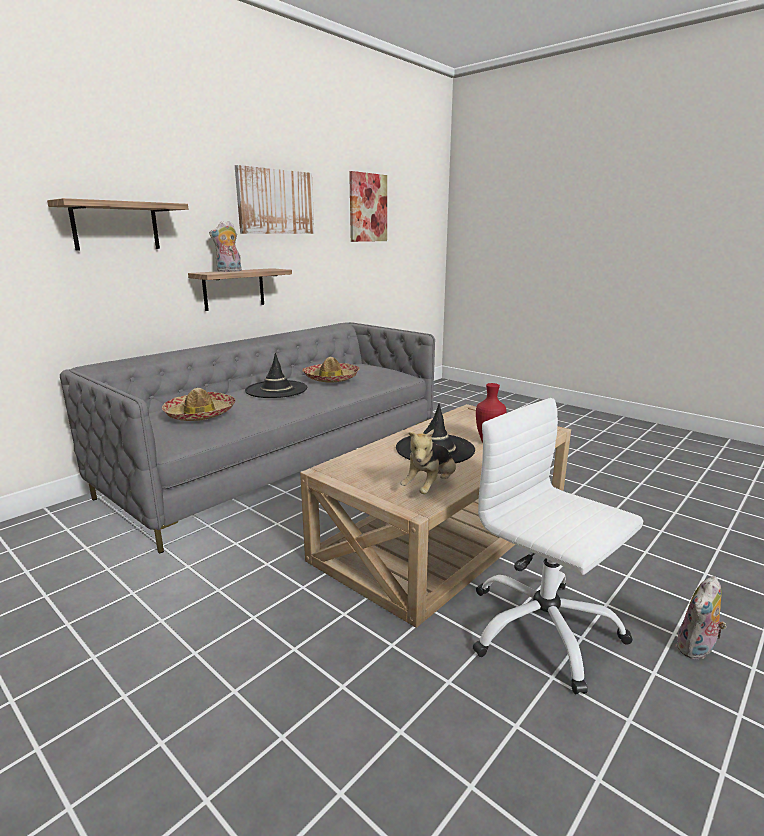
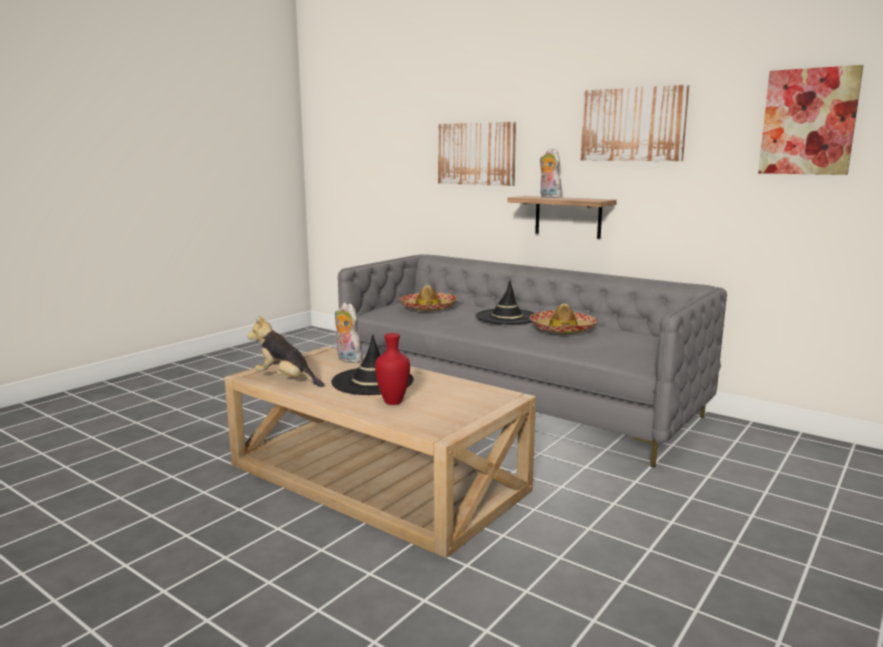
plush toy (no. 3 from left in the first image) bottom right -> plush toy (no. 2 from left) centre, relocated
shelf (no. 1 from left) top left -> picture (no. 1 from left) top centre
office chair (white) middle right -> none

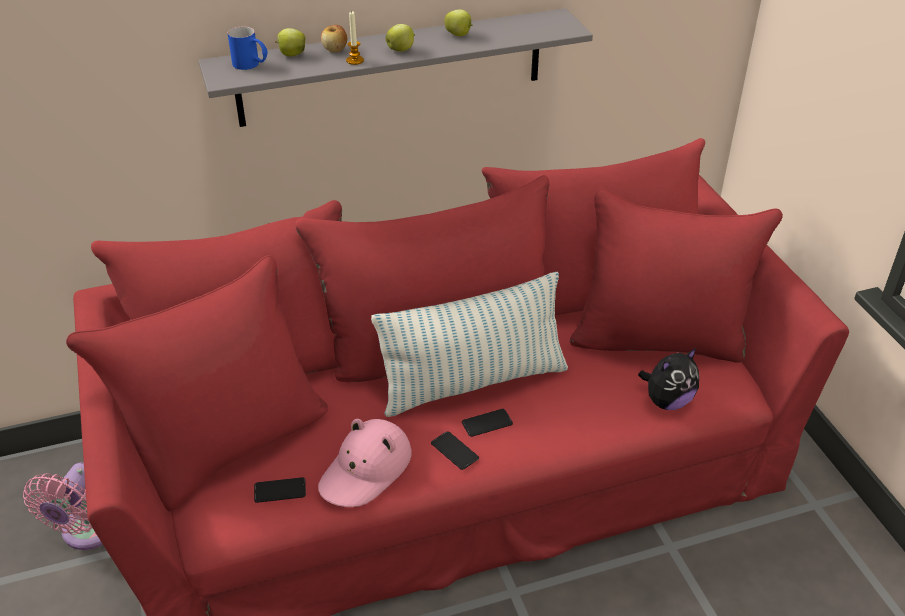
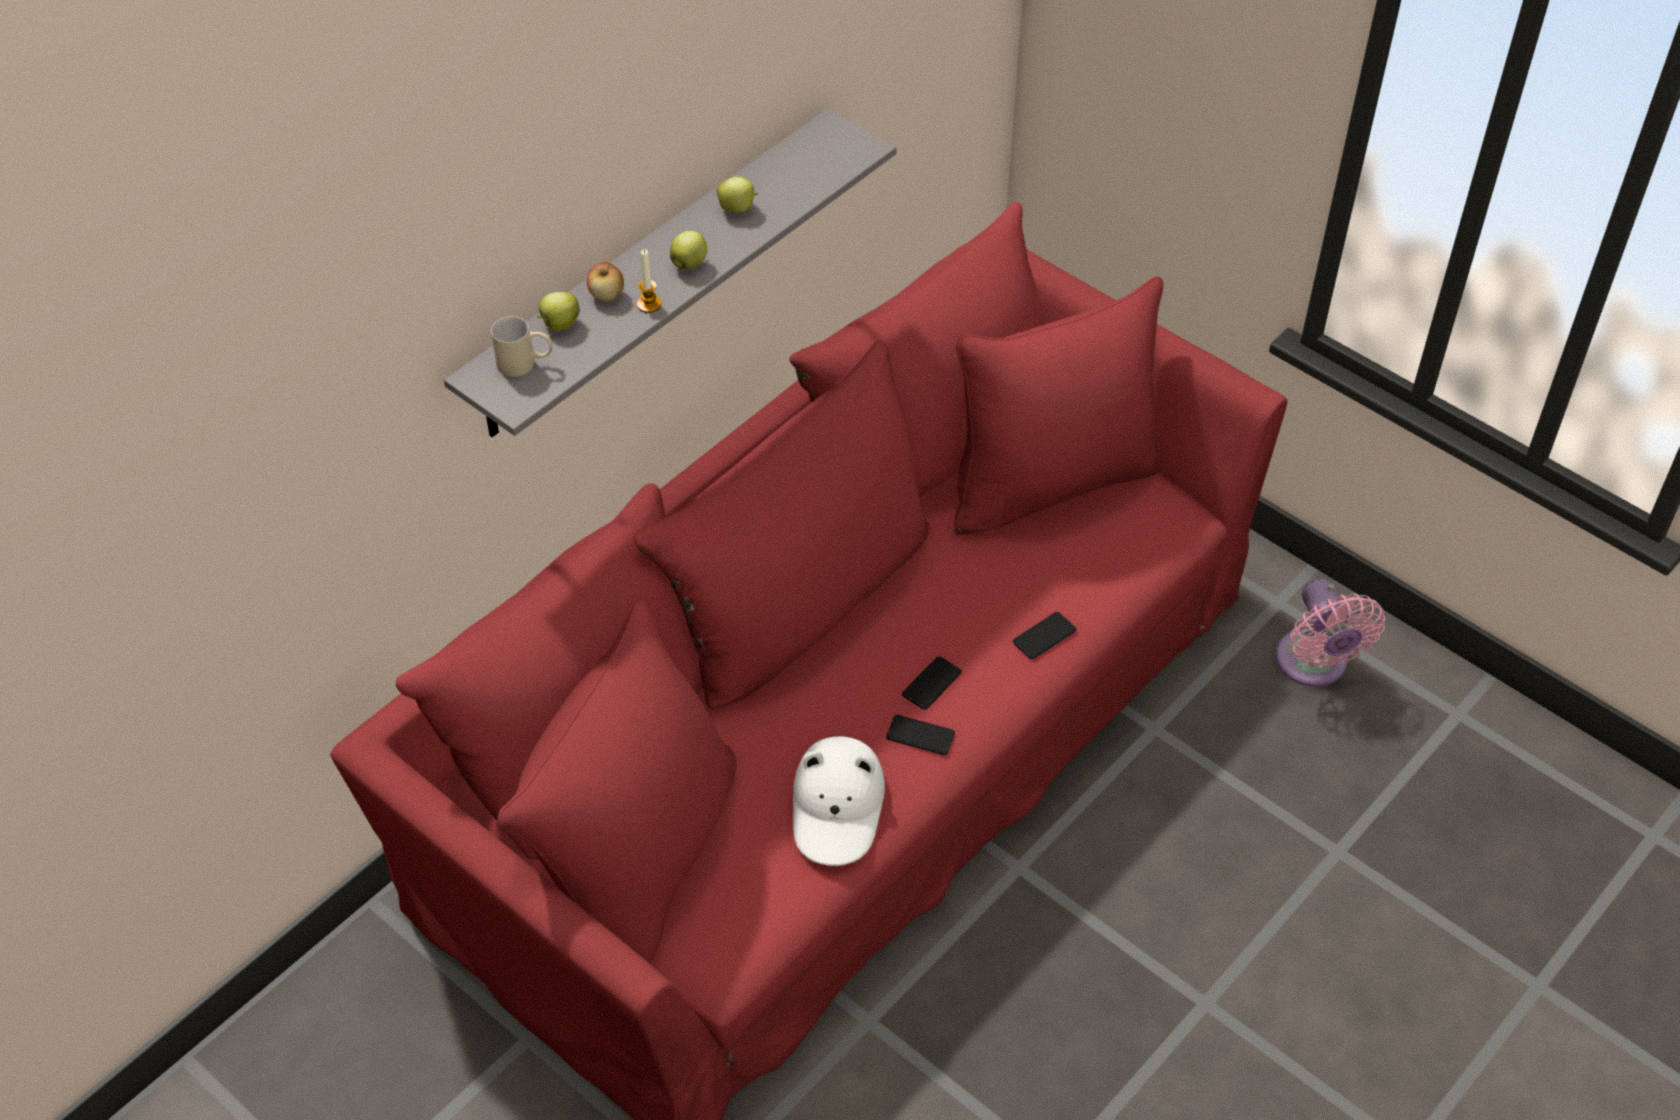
mug (blue) top left -> mug (beige) top left
hat (pink) bottom centre -> hat (white) bottom centre
phone (no. 1 from left in the first image) bottom left -> phone (no. 3 from left) centre, relocated
fan (pink) bottom left -> fan (pink) middle right, relocated
pillow centre -> none
plush toy middle right -> none

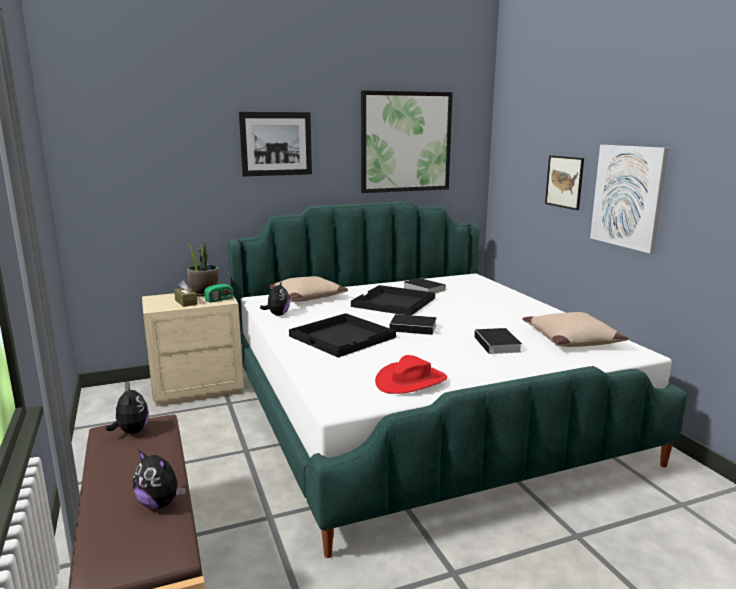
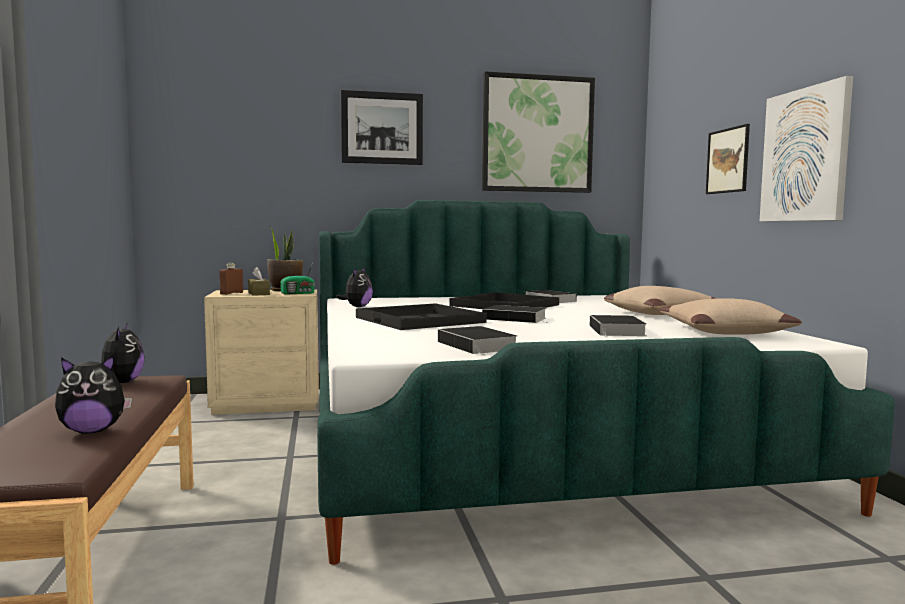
plush toy (no. 2 from left in the first image) bottom left -> plush toy (no. 1 from left) middle left, 60 degrees counterclockwise
none -> bottle (brown) middle left
hat (red) centre -> book (no. 1 from left) centre
pillow (beige) (no. 1 from left) centre -> pillow (beige) (no. 1 from left) middle right, relocated

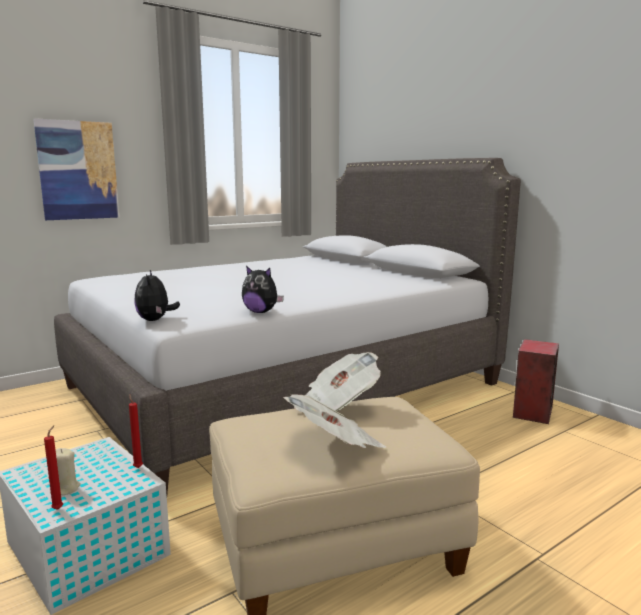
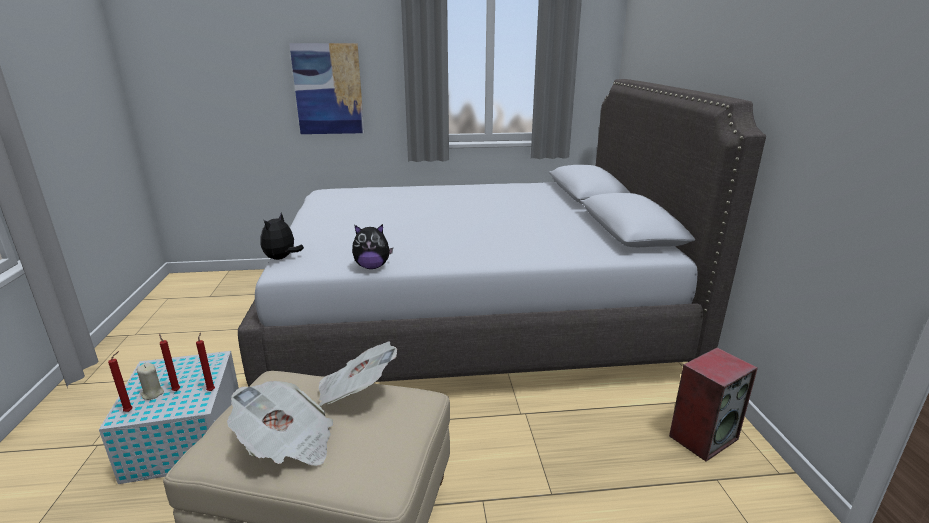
none -> candle (red) (no. 2 from left) bottom left
plush toy (no. 2 from left) centre, 60 degrees counterclockwise

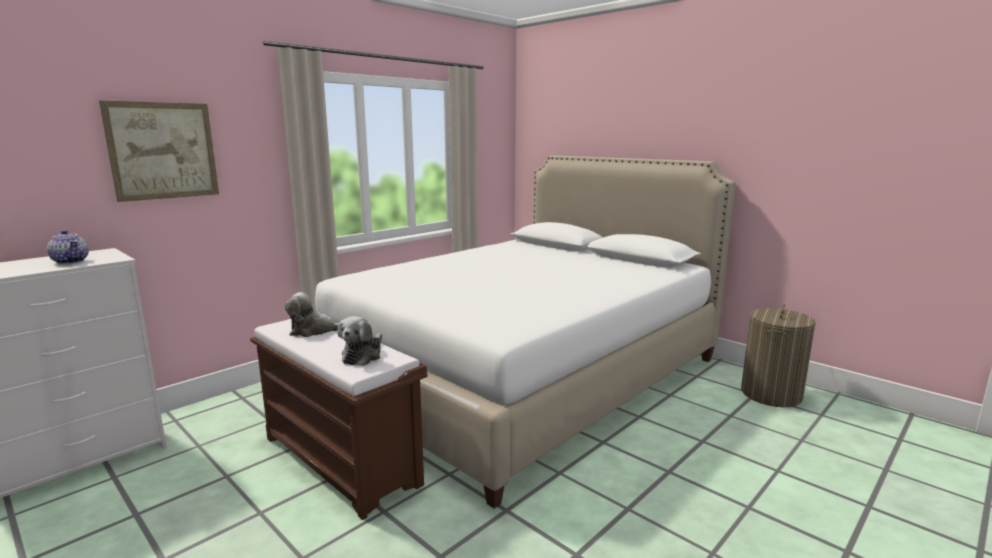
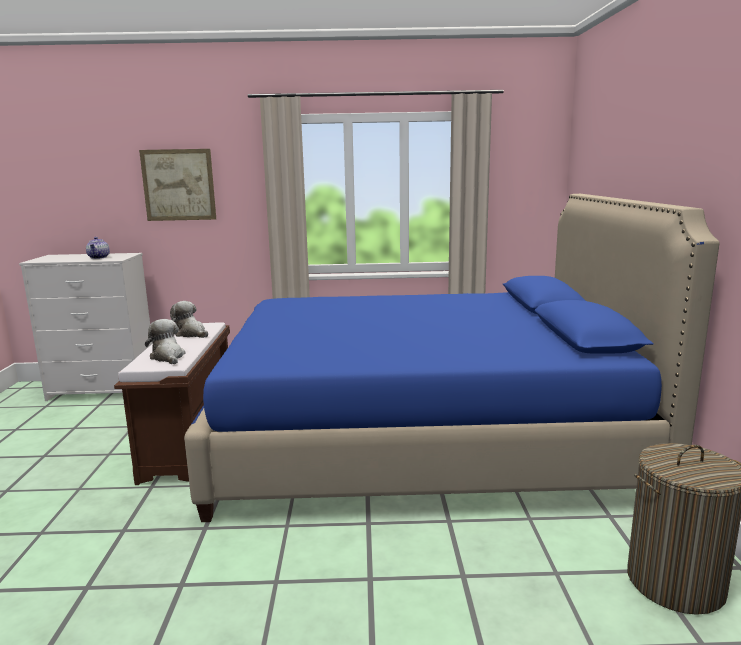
plush toy (no. 2 from left in the first image) centre -> plush toy (no. 1 from left) middle left, 90 degrees clockwise
bed (white) centre -> bed (blue) centre

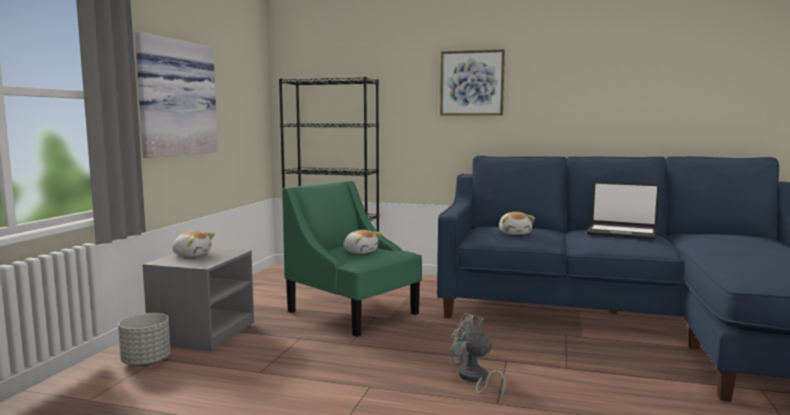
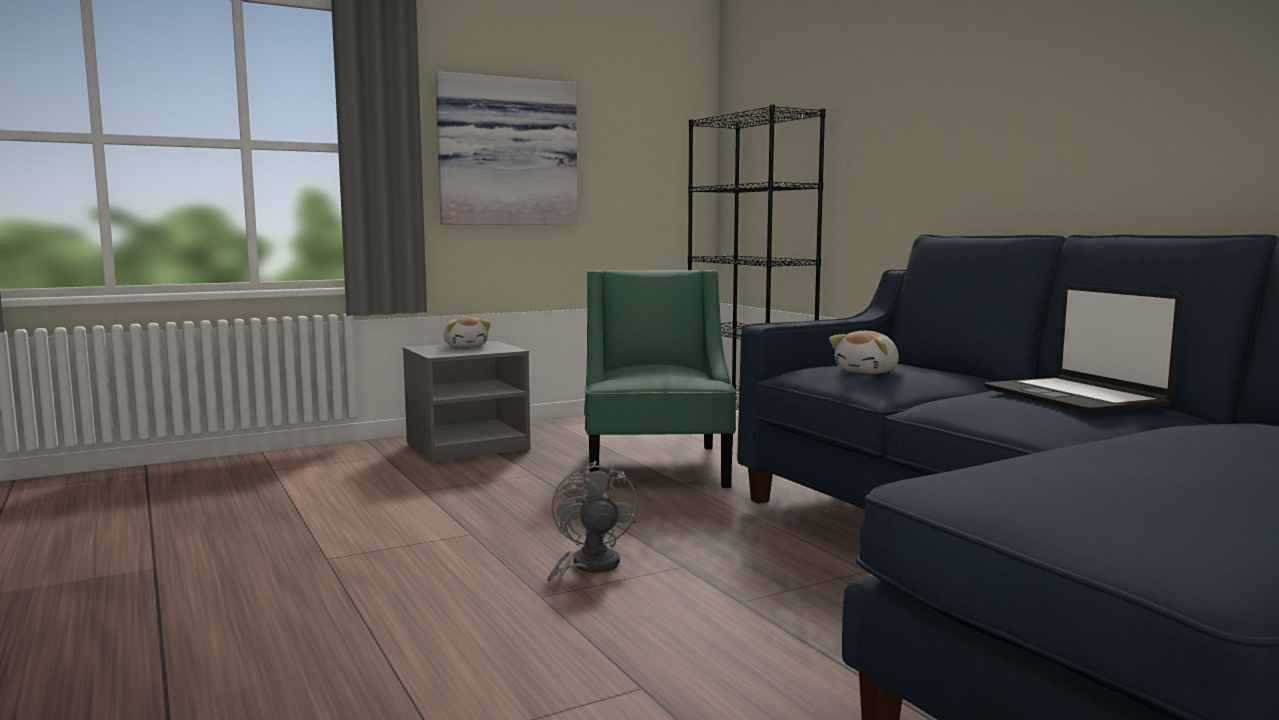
planter (grey) bottom left -> none
plush toy (no. 2 from left) centre -> none
picture (no. 2 from left) top centre -> none

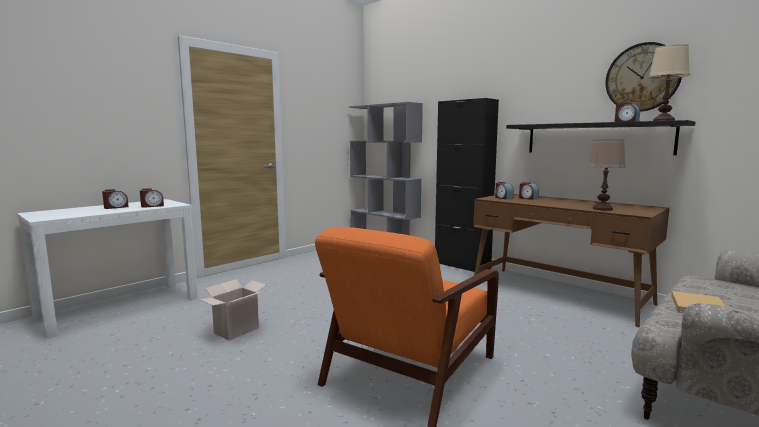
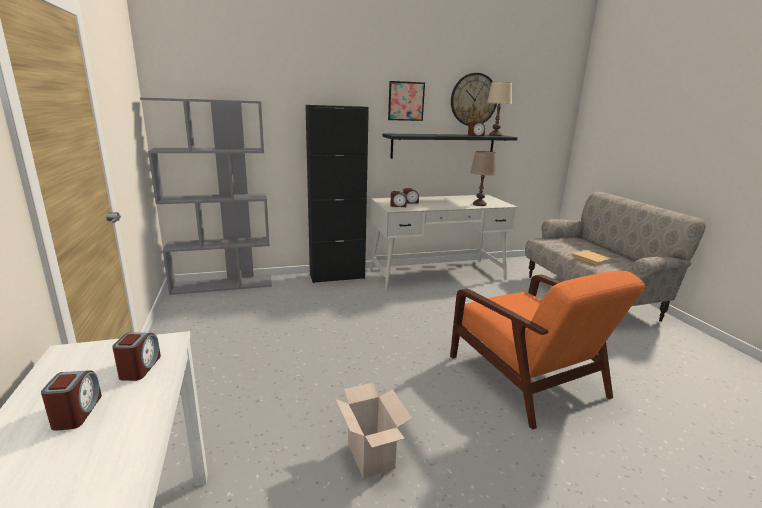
desk (brown) middle right -> desk (white) centre
none -> picture top centre

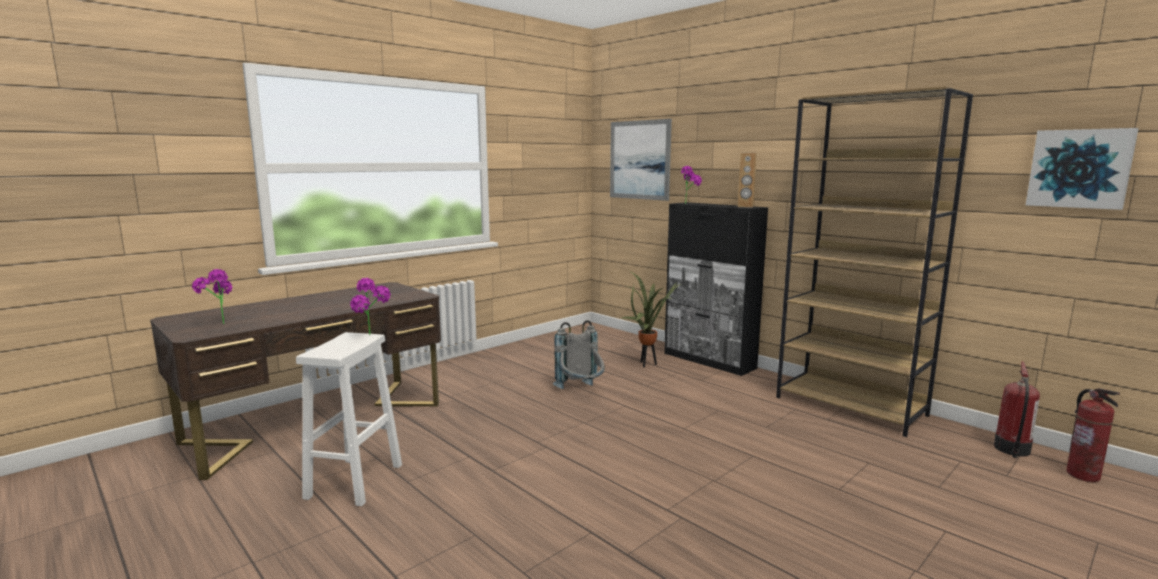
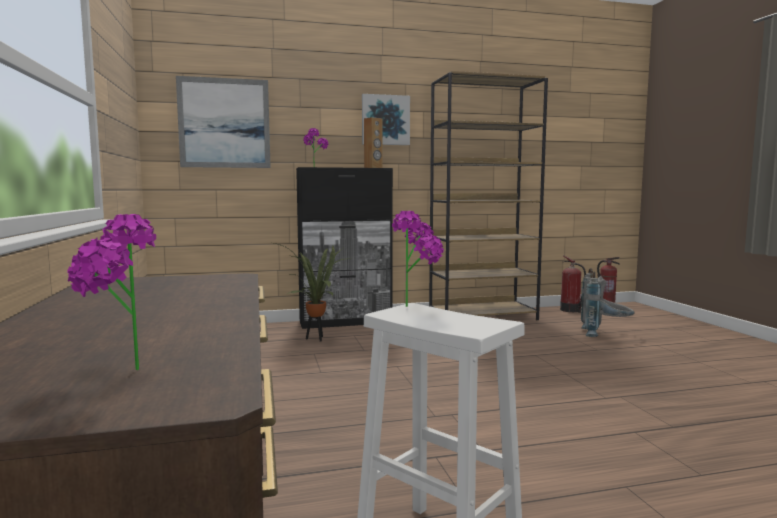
picture (no. 2 from left) top right -> picture (no. 2 from left) top centre, relocated
backpack (grey) centre -> backpack (grey) middle right, relocated

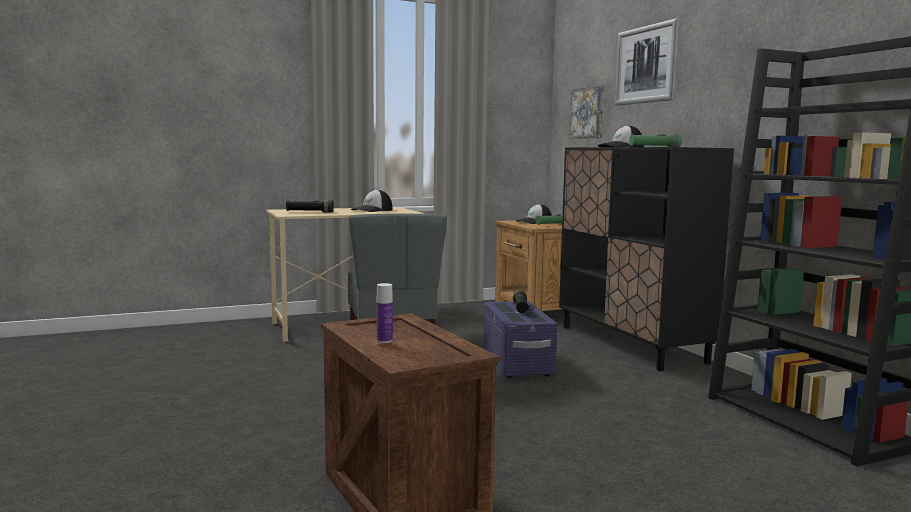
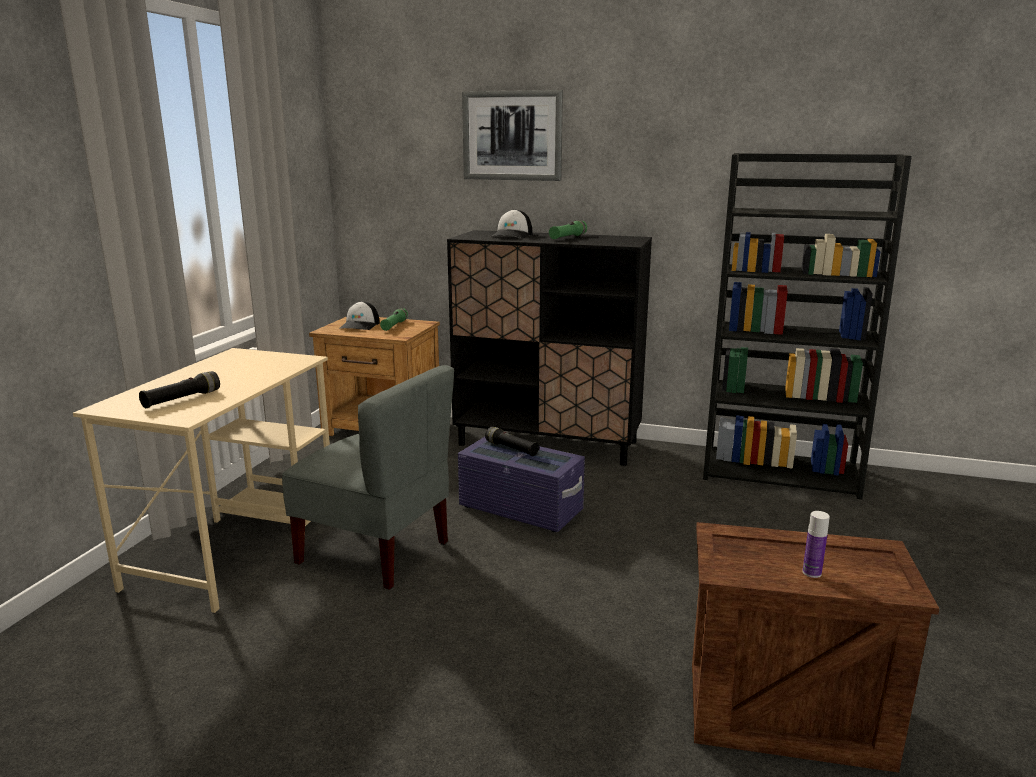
cap (no. 1 from left) centre -> none
picture (no. 1 from left) top centre -> none

